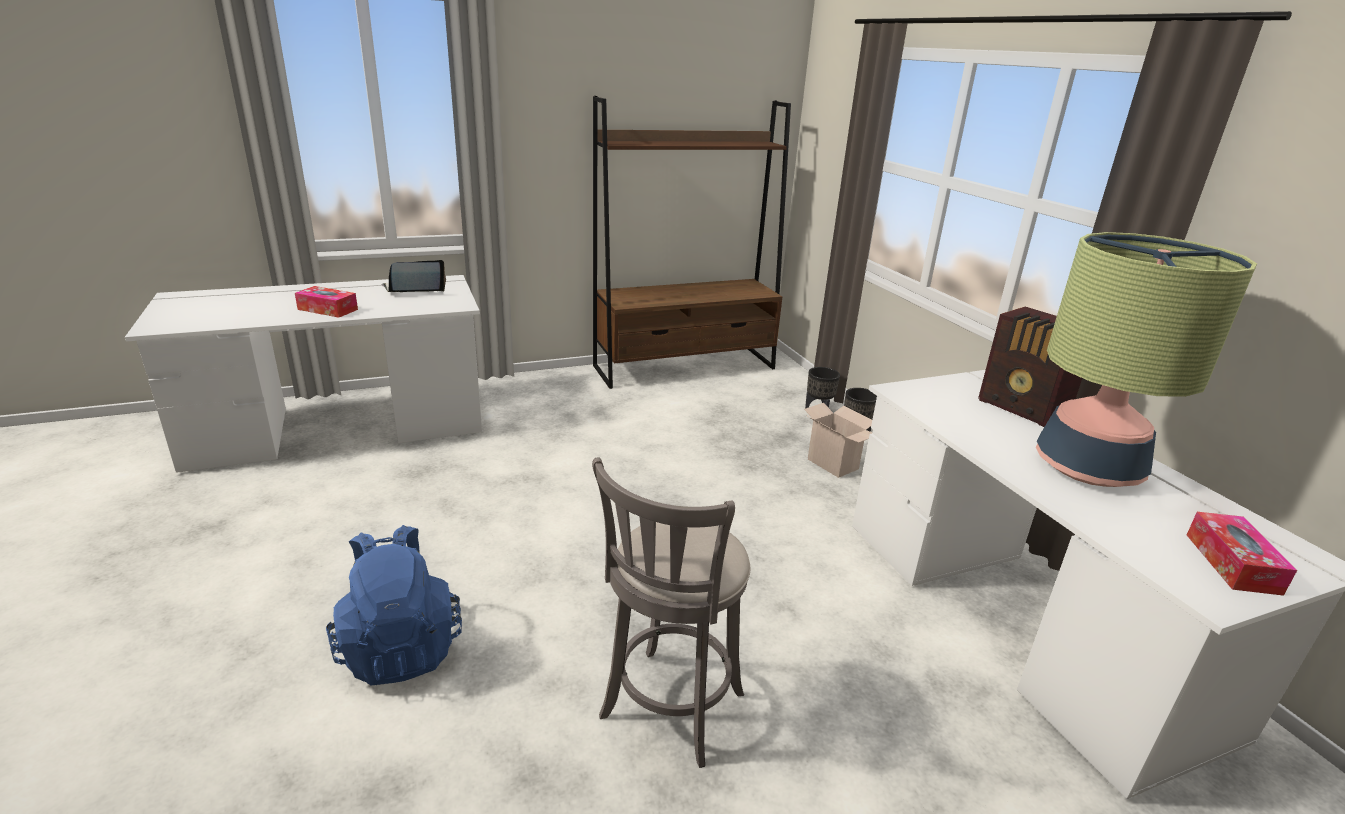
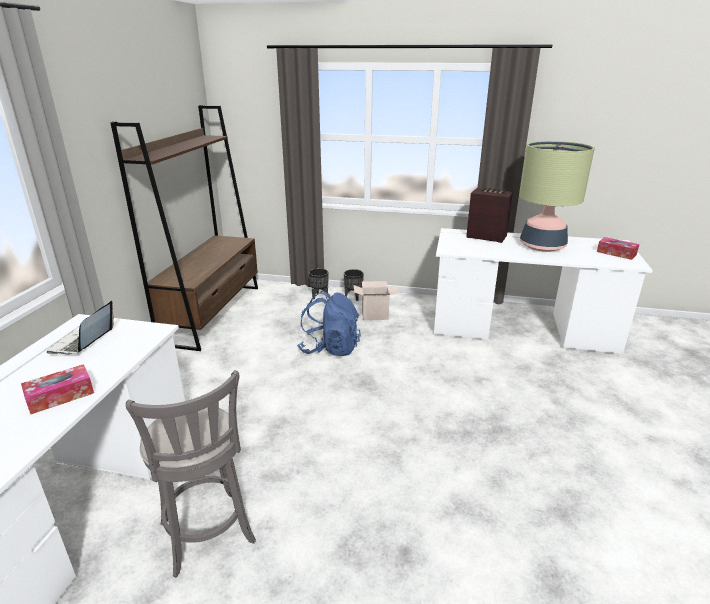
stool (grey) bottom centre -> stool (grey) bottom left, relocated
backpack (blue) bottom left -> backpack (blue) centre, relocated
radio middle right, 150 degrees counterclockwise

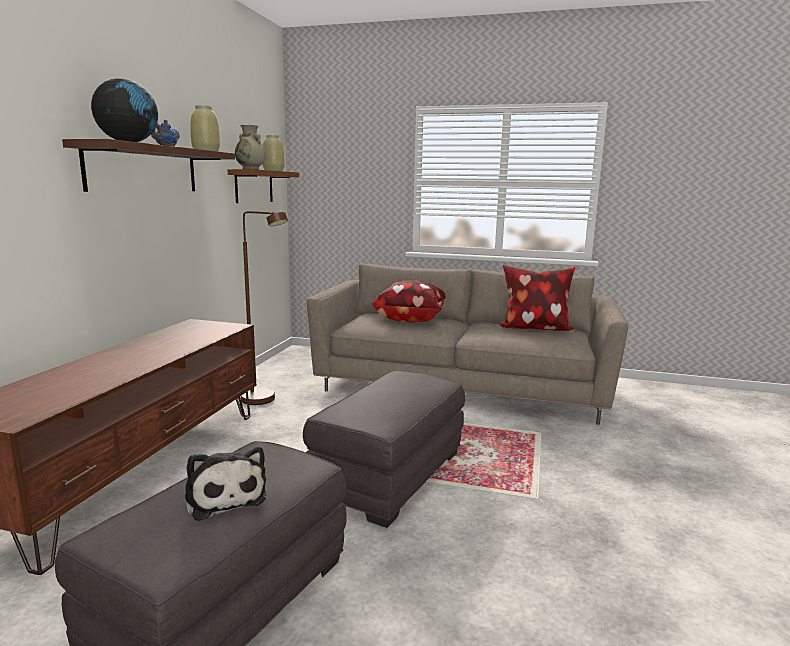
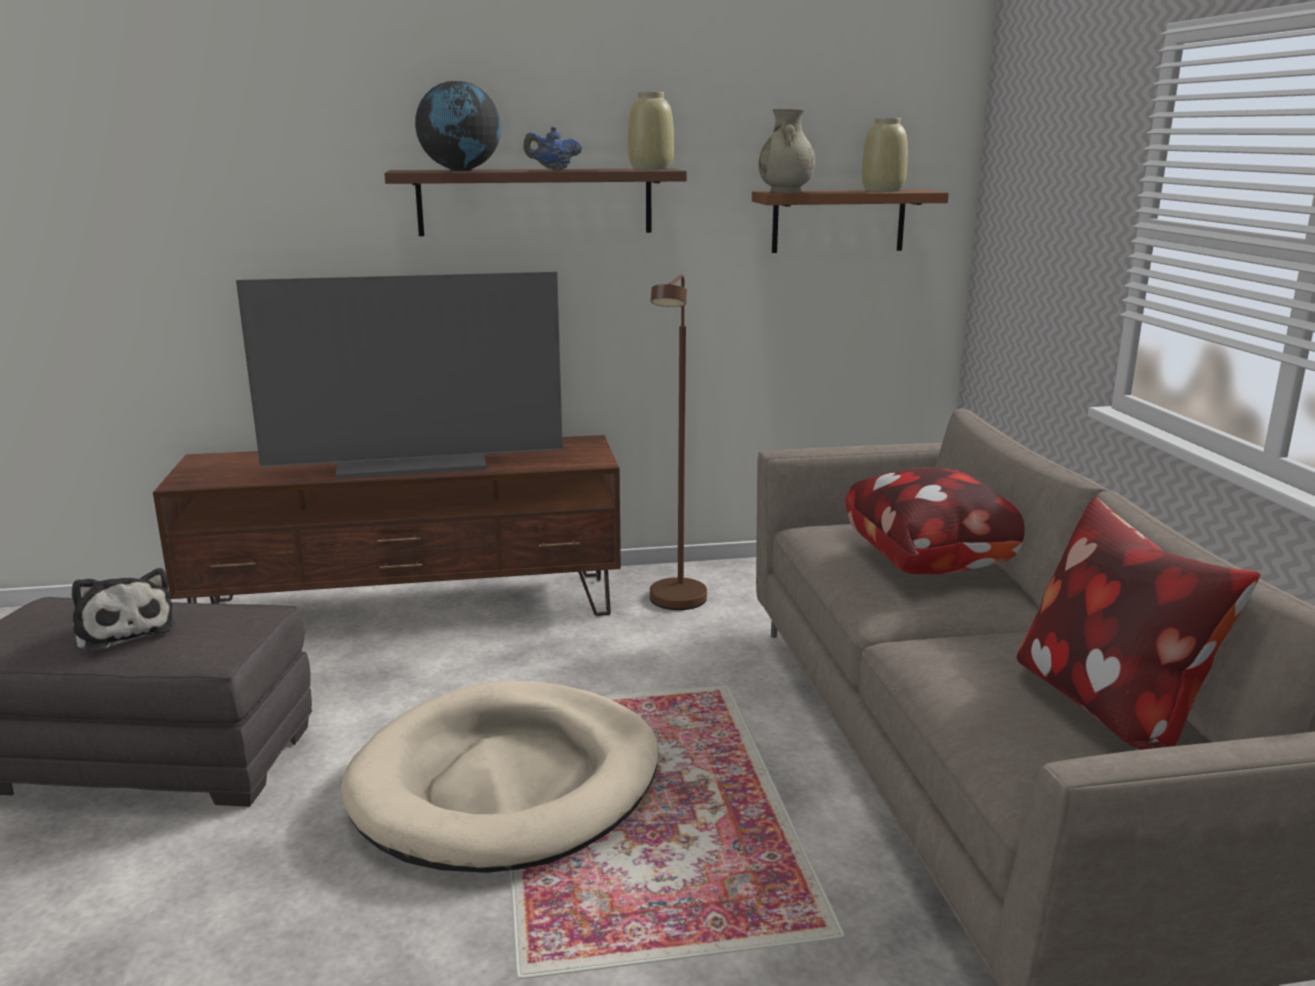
plush toy bottom left -> plush toy middle left, 75 degrees counterclockwise
none -> television middle left
ottoman (grey) (no. 2 from left) bottom centre -> dog bed (beige) bottom centre

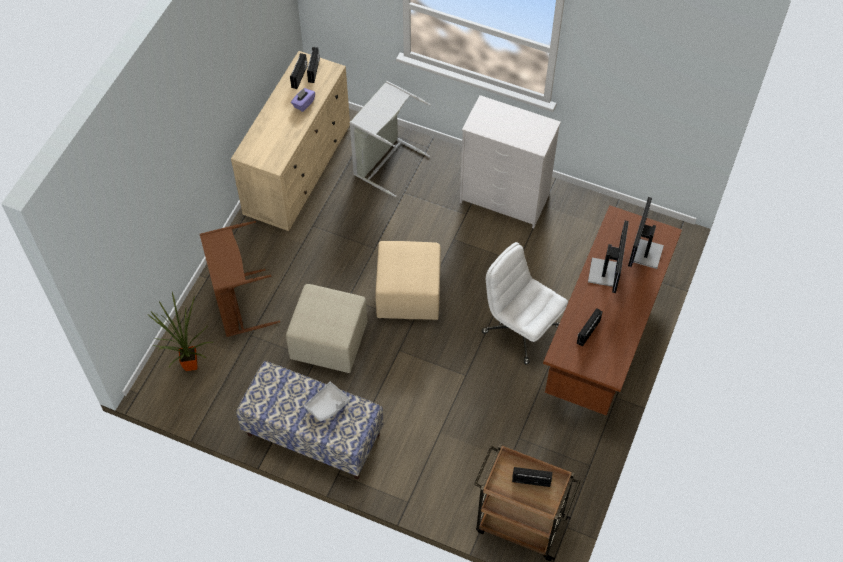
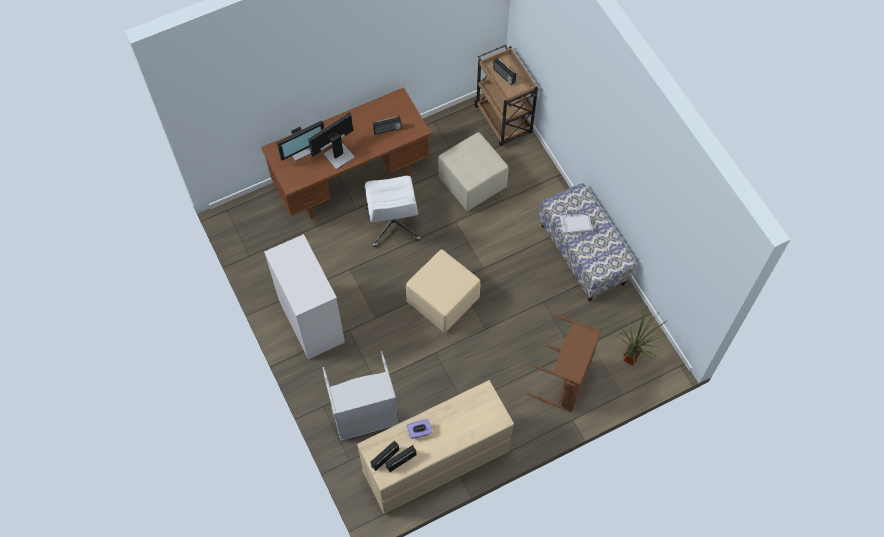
ottoman (beige) (no. 1 from left in the first image) centre -> ottoman (beige) (no. 2 from left) top centre, relocated

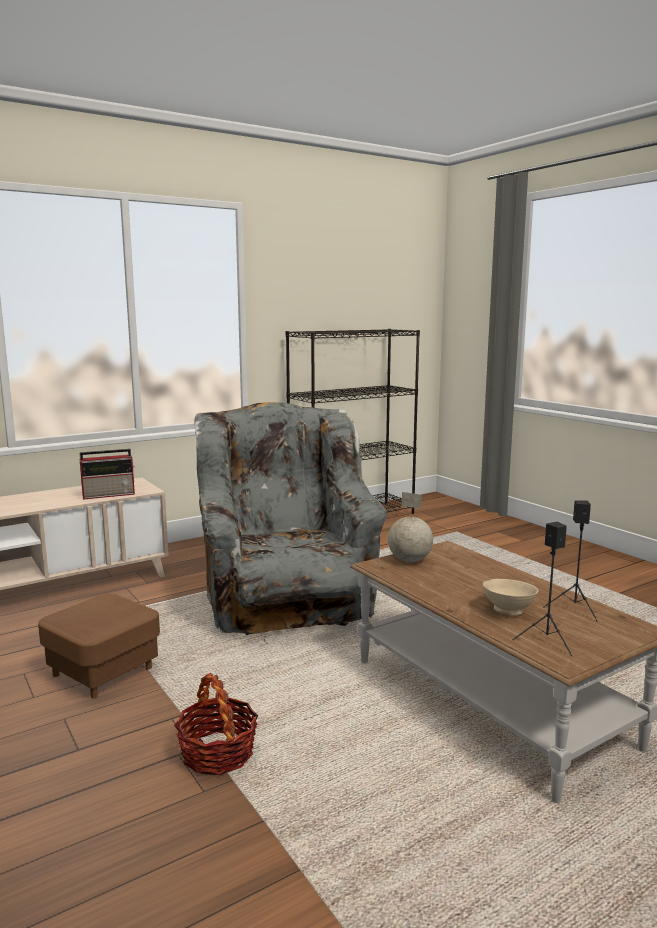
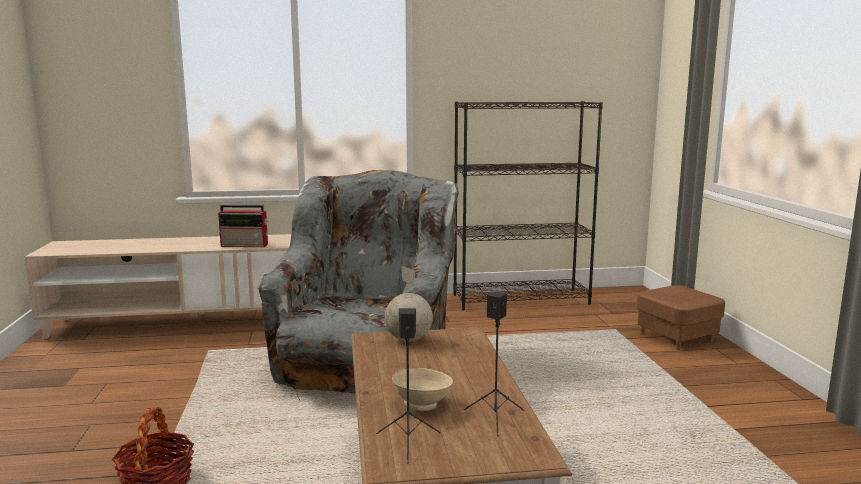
ottoman (brown) bottom left -> ottoman (brown) middle right, relocated

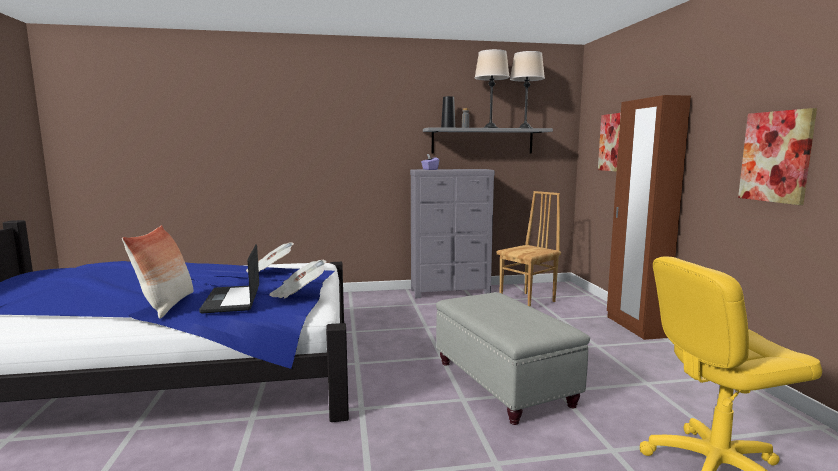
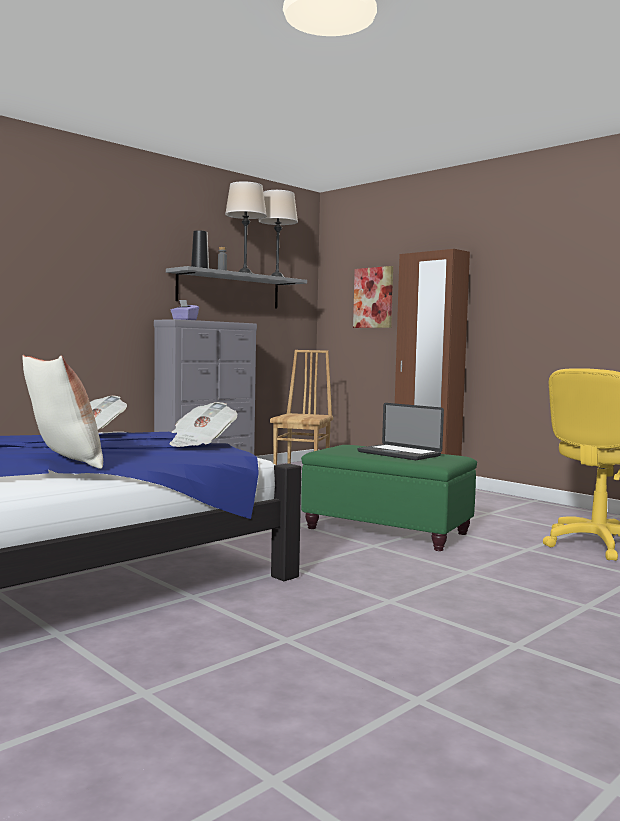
ottoman (grey) bottom centre -> ottoman (green) centre
laptop middle left -> laptop centre, relocated
picture (no. 2 from left) top right -> none

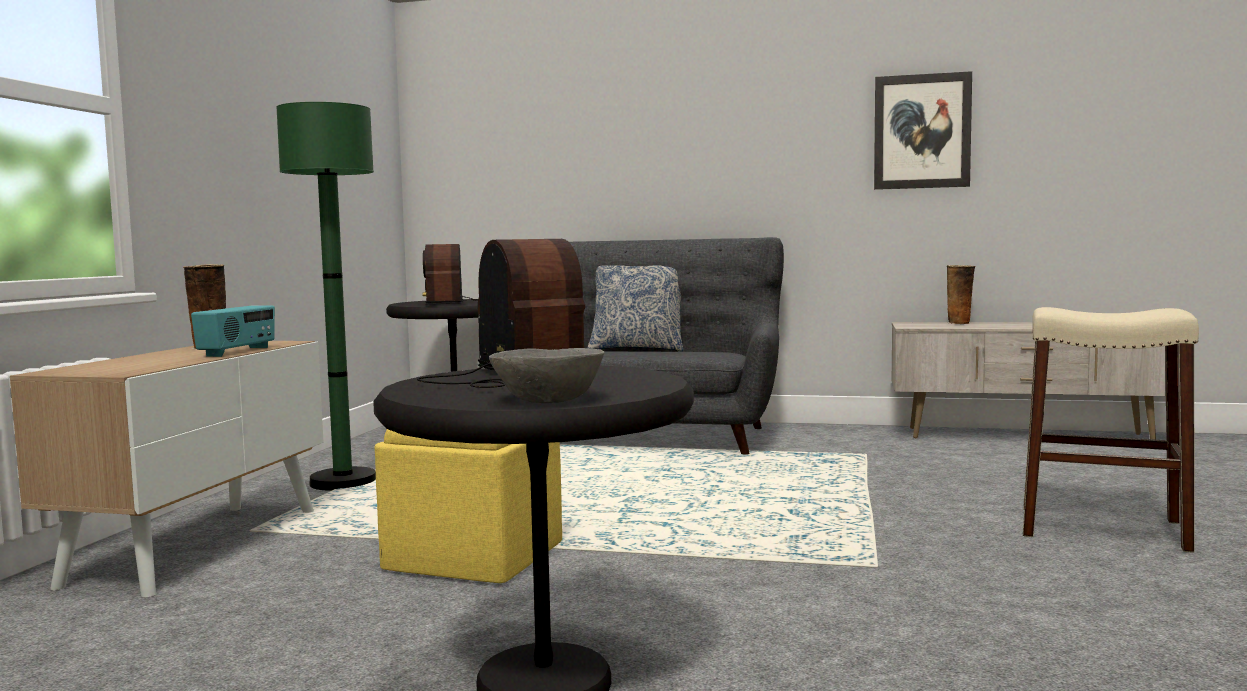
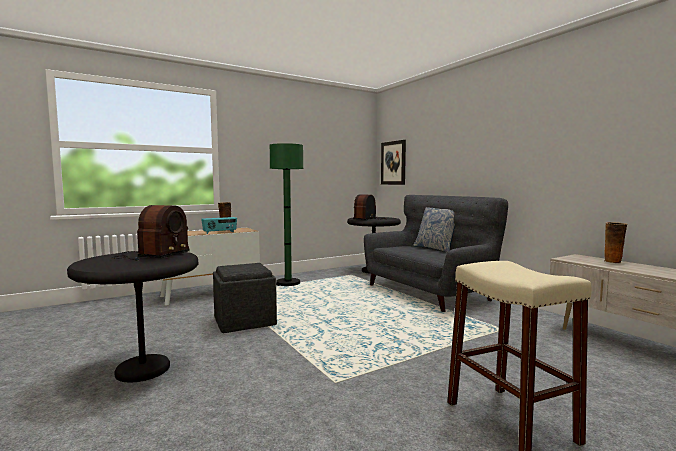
ottoman (yellow) bottom centre -> ottoman (grey) centre
picture top right -> picture centre, relocated
bowl (grey) centre -> none

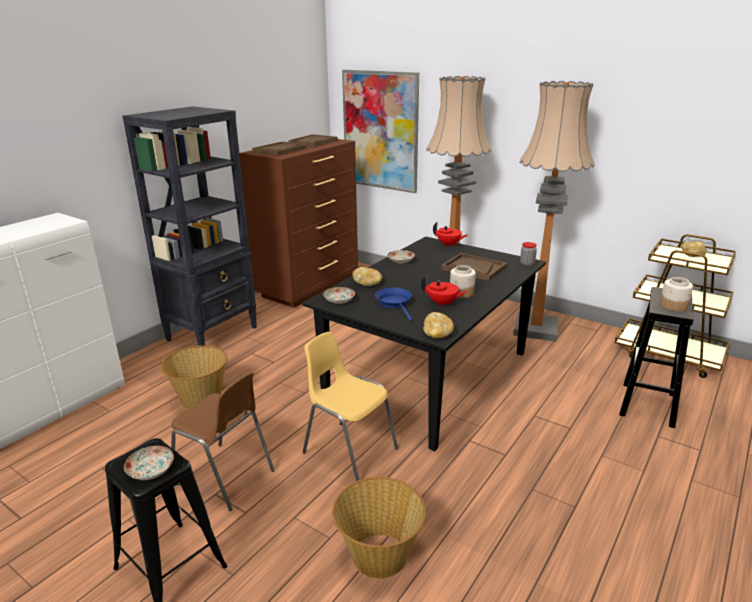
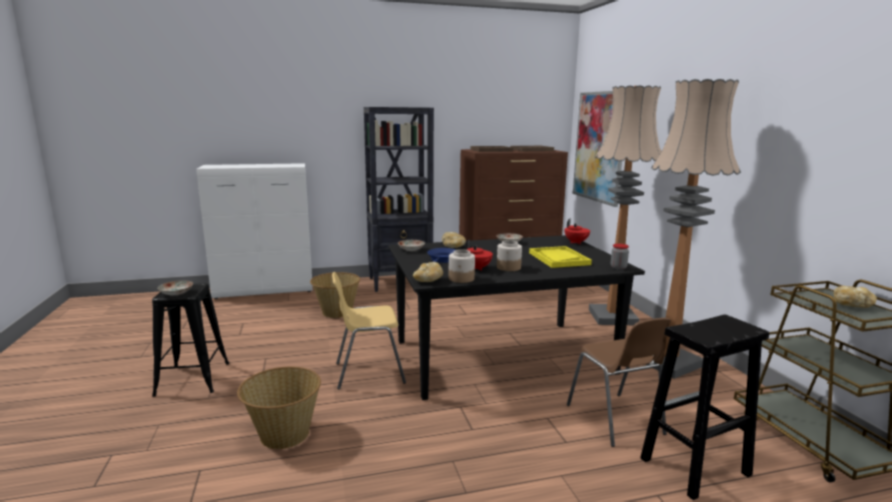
chair (yellow) bottom centre -> chair (yellow) centre, 90 degrees counterclockwise
jar (no. 3 from left in the first image) middle right -> jar (no. 1 from left) centre, relocated
tray (brown) (no. 3 from left) centre -> tray (yellow) centre
chair (brown) bottom left -> chair (brown) bottom right, relocated

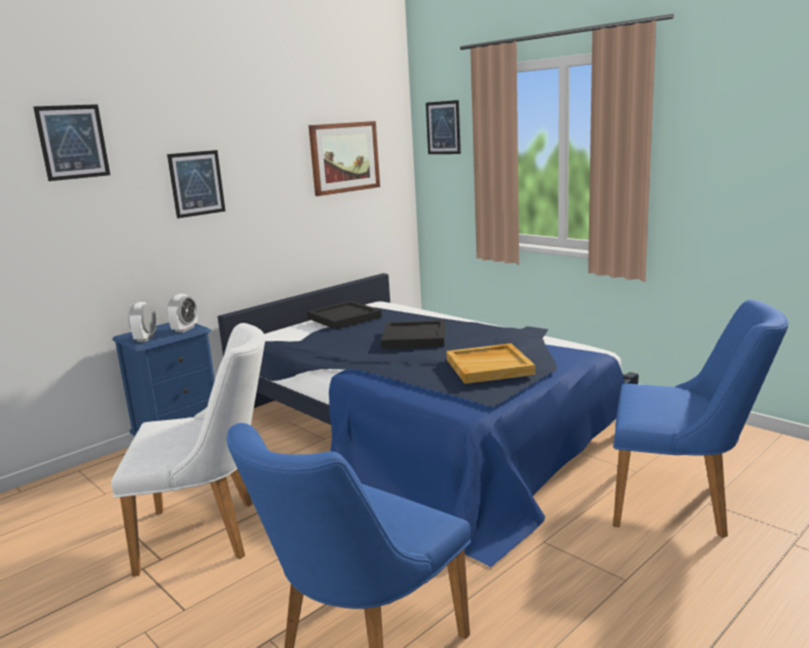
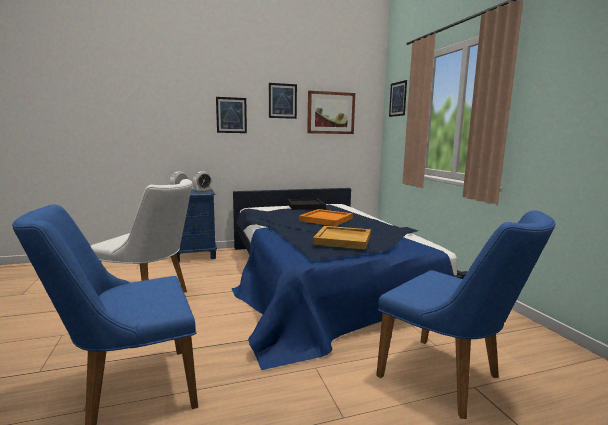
picture (no. 1 from left in the first image) top left -> picture (no. 2 from left) top centre, relocated
tray (black) (no. 2 from left) centre -> tray (orange) centre

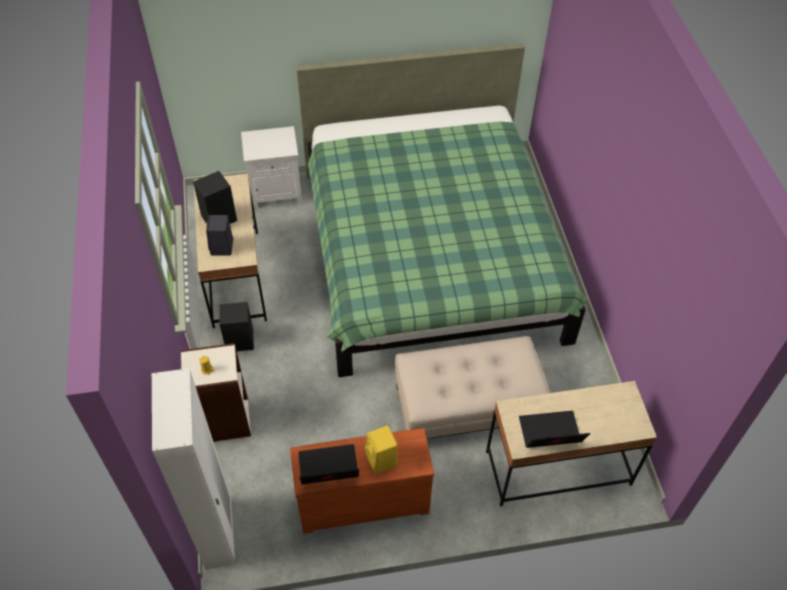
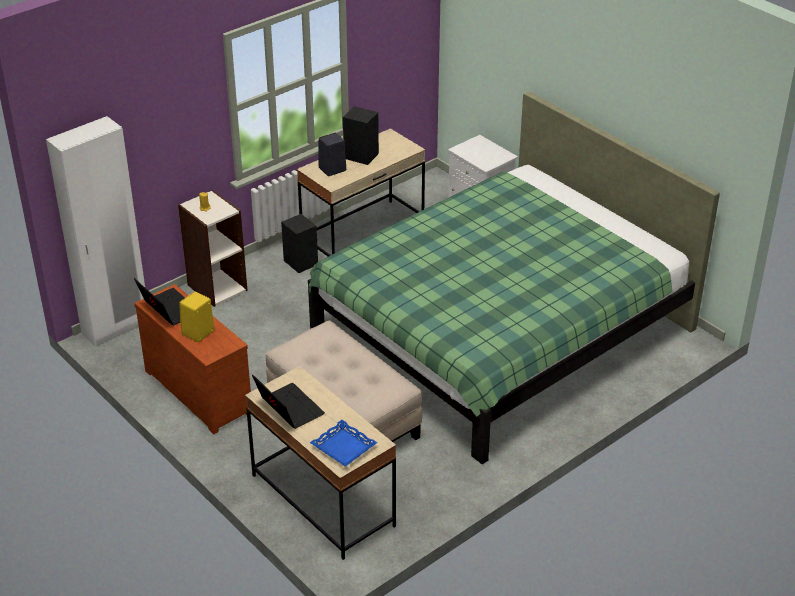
none -> tray (blue) bottom centre

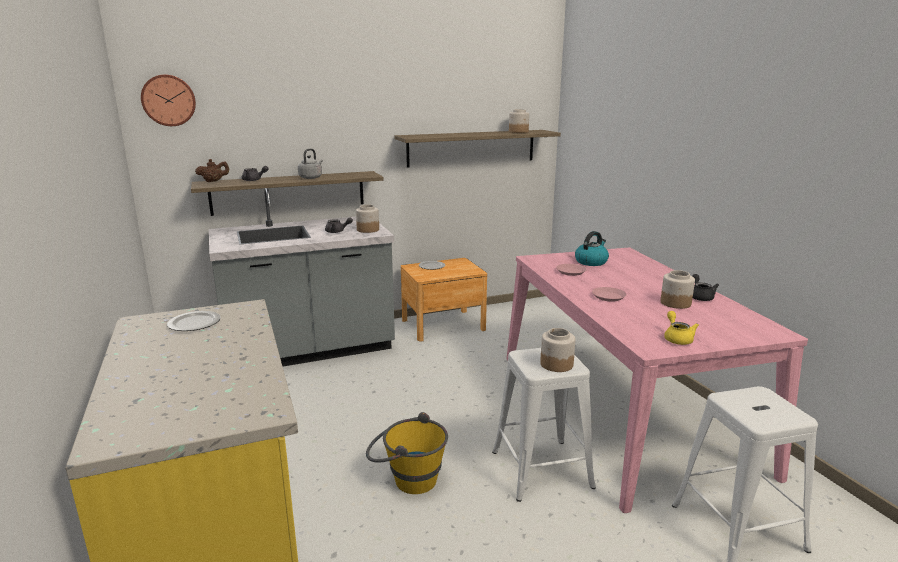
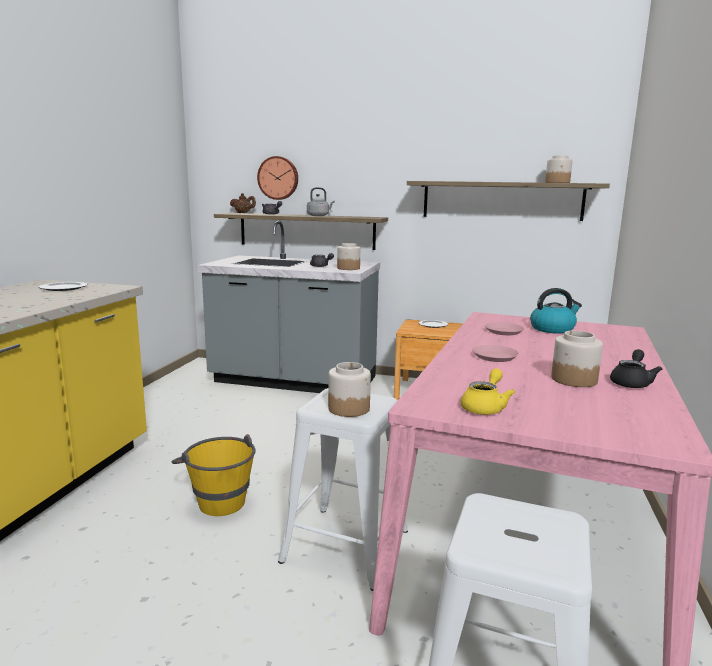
wall clock top left -> wall clock top centre, relocated

